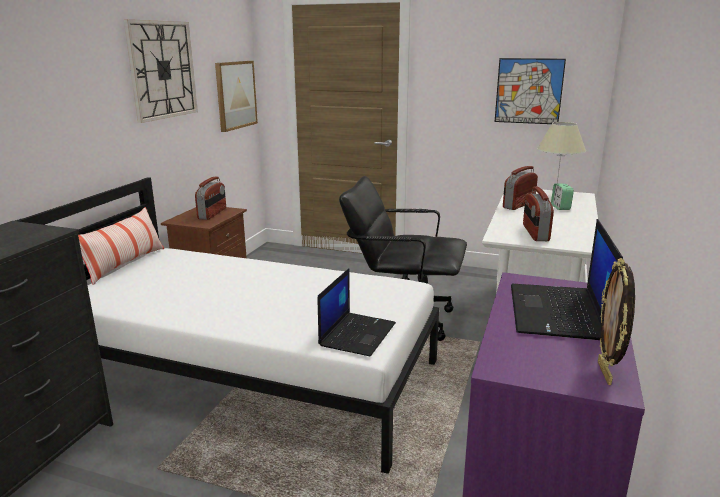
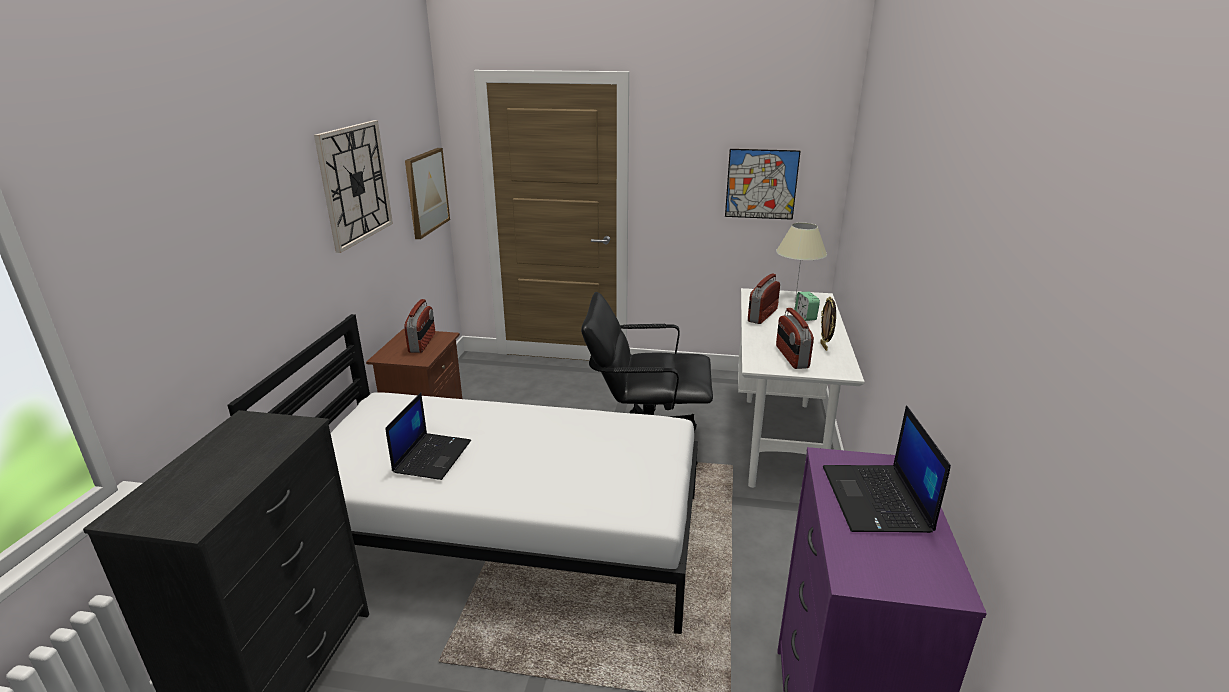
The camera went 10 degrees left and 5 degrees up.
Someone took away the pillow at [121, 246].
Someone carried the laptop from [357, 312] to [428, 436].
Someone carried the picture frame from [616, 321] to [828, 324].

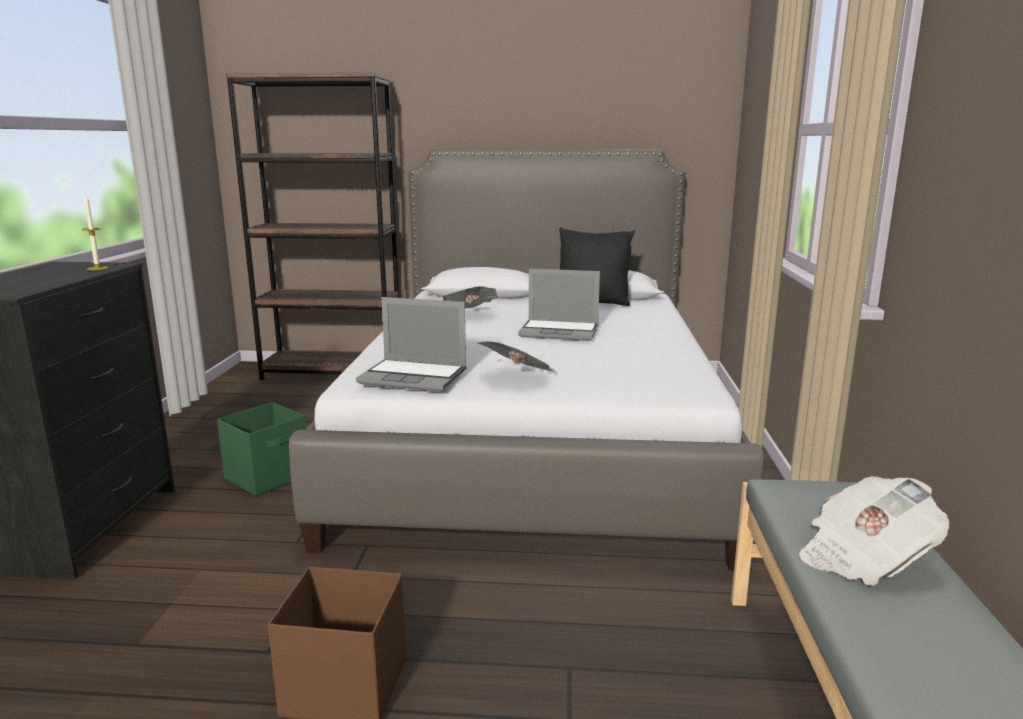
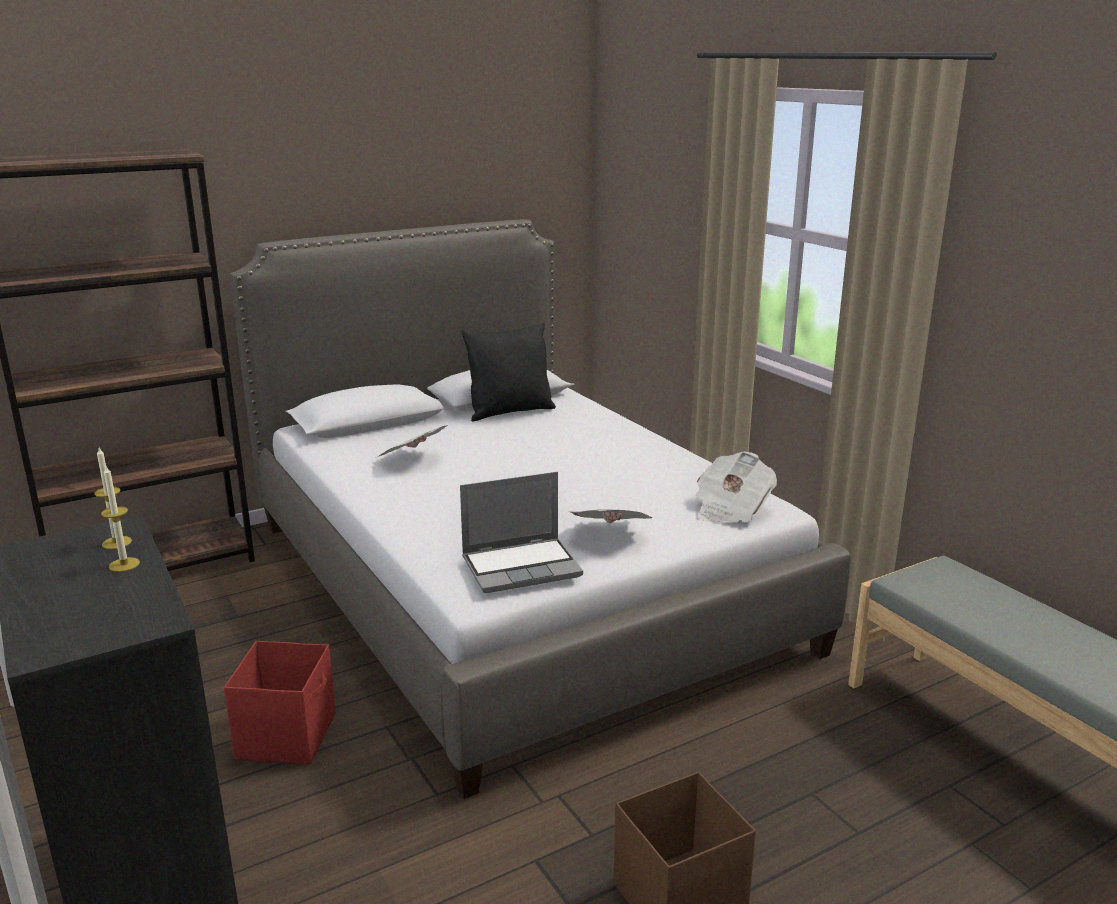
The camera went 35 degrees left and 5 degrees up.
Someone took away the laptop at [559, 305].
Someone put down the candle at [120, 519].
Someone carried the newspaper from [874, 531] to [736, 486].
Someone repainted the green storage box at [261, 449], which became the red storage box at [280, 702].

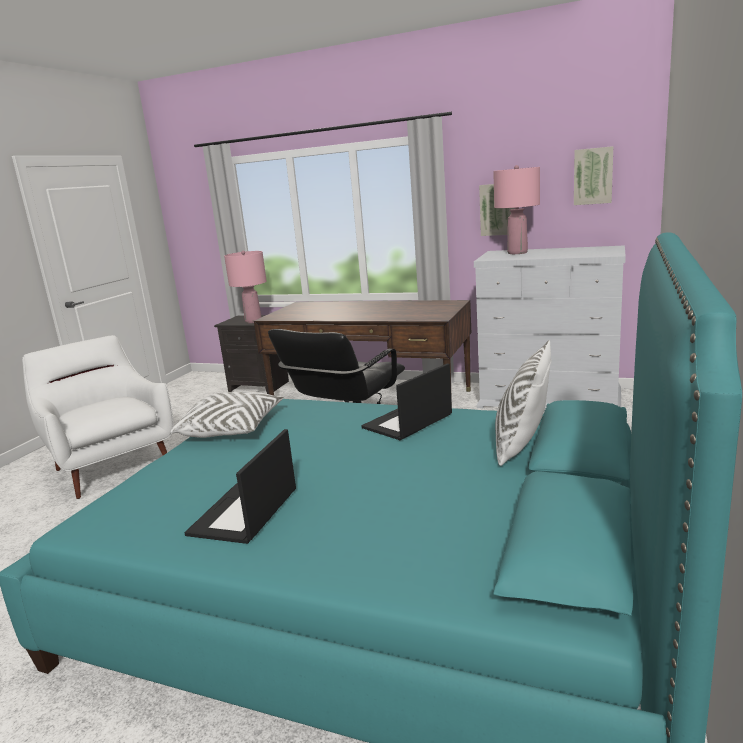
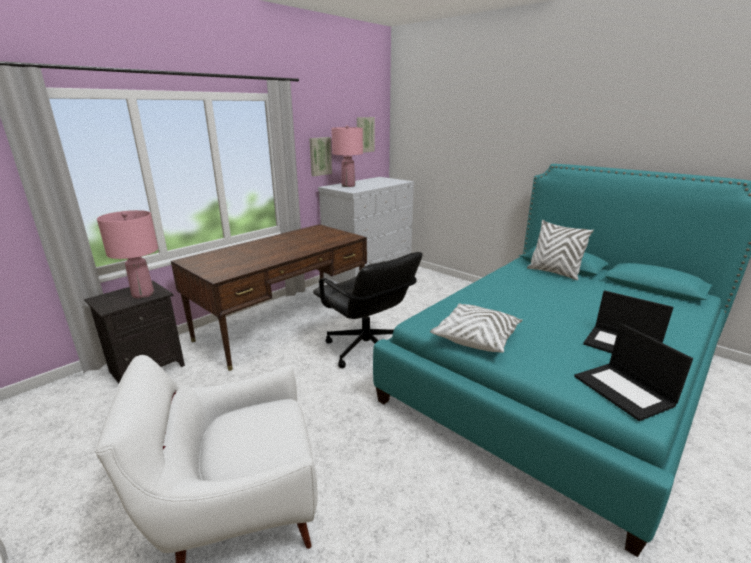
The camera went 70 degrees left and 5 degrees up.
Someone carried the laptop from [406, 402] to [633, 372].

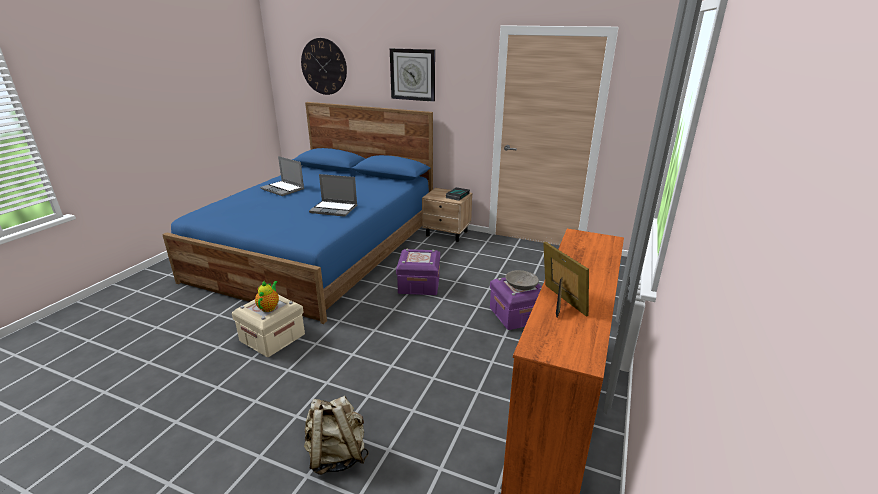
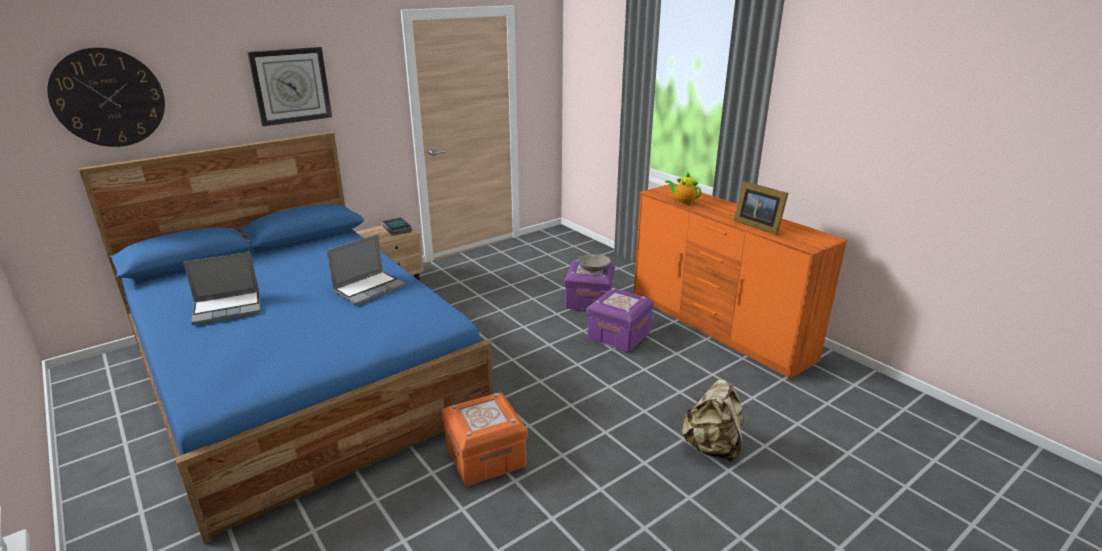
The camera went 60 degrees left and 0 degrees up.
Someone carried the teapot from [267, 296] to [683, 189].
Someone carried the purple storage box from [418, 272] to [620, 320].
Someone repainted the beige storage box at [268, 326], which became the orange storage box at [485, 439].
Someone rotated the picture frame at [566, 280] by 135 degrees counterclockwise.

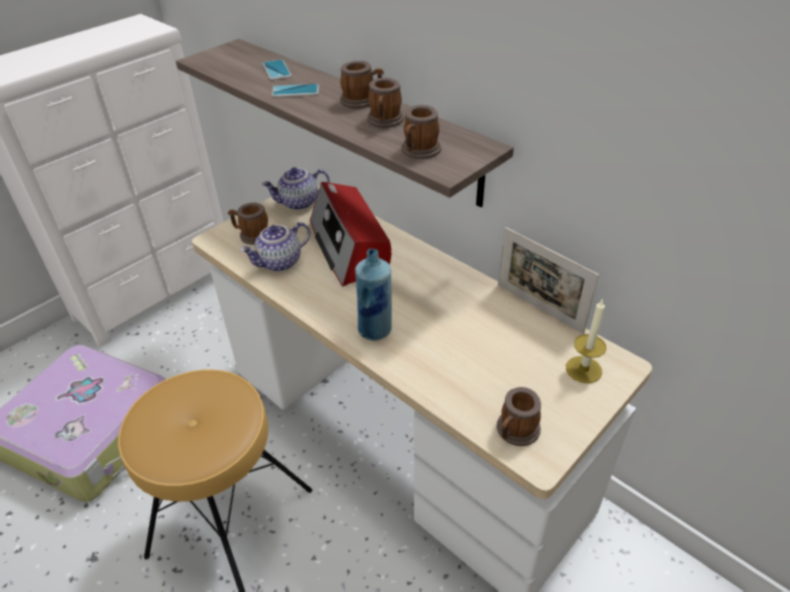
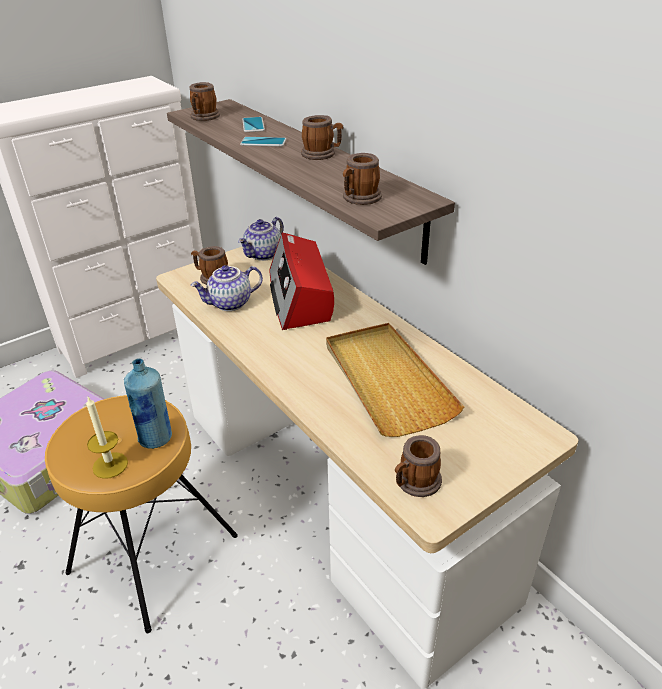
The camera went 10 degrees right and 5 degrees down.
Someone took away the picture frame at [548, 280].
Someone put down the beige tray at [395, 380].
Someone carried the blue bottle from [373, 294] to [148, 403].
Someone carried the mug from [385, 103] to [205, 101].
Someone carried the candle from [586, 340] to [107, 438].
Someone rotated the teapot at [296, 188] by 45 degrees counterclockwise.

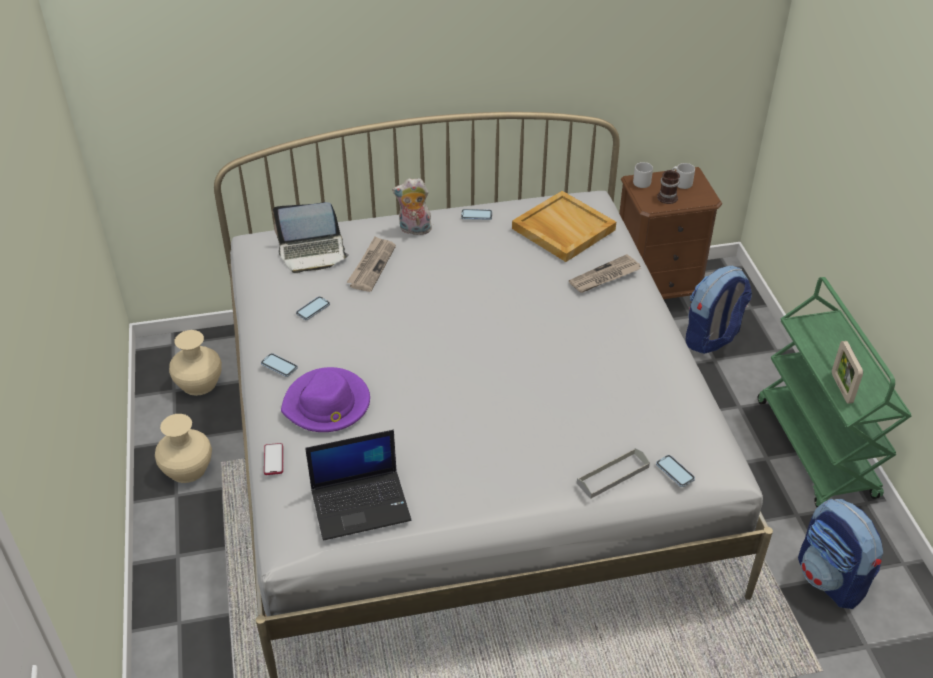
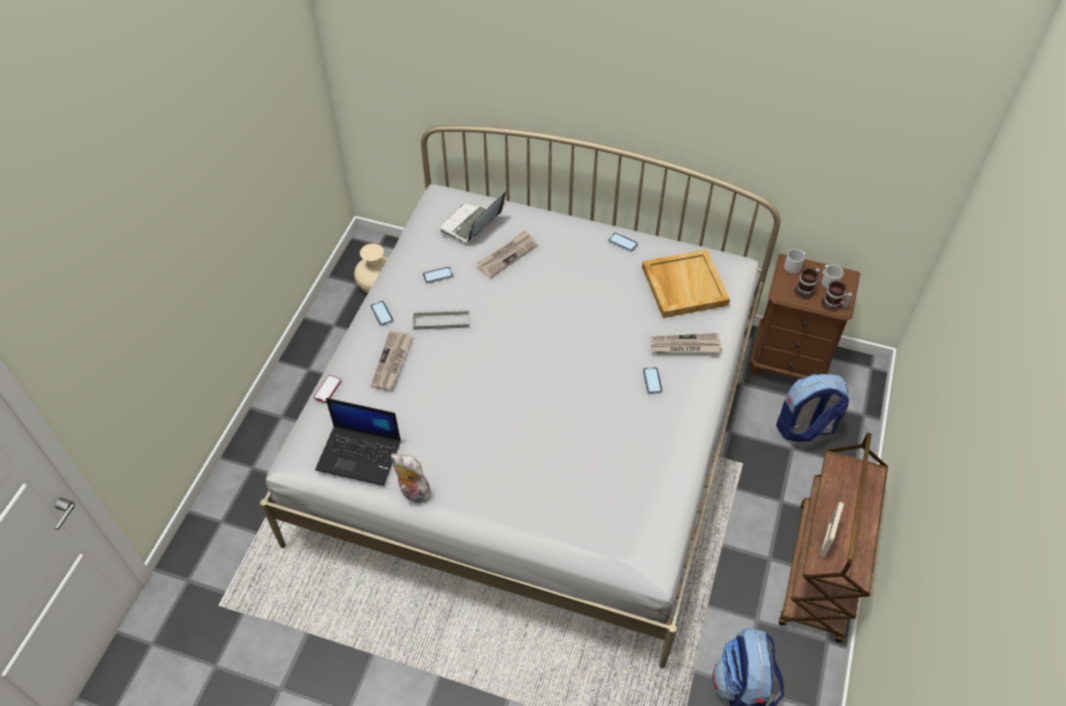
The camera went 30 degrees right and 10 degrees up.
Someone took away the beige vase at [183, 448].
Someone put down the mug at [837, 296].
Someone carried the plush toy from [412, 206] to [411, 479].
Someone carried the grey tray from [613, 473] to [441, 320].
Someone carried the phone from [675, 471] to [653, 380].
Someone swapped the purple hat at [325, 399] for the newspaper at [392, 360].
Someone repainted the green cart at [835, 392], which became the brown cart at [833, 538].
Someone rotated the laptop at [311, 237] by 105 degrees clockwise.

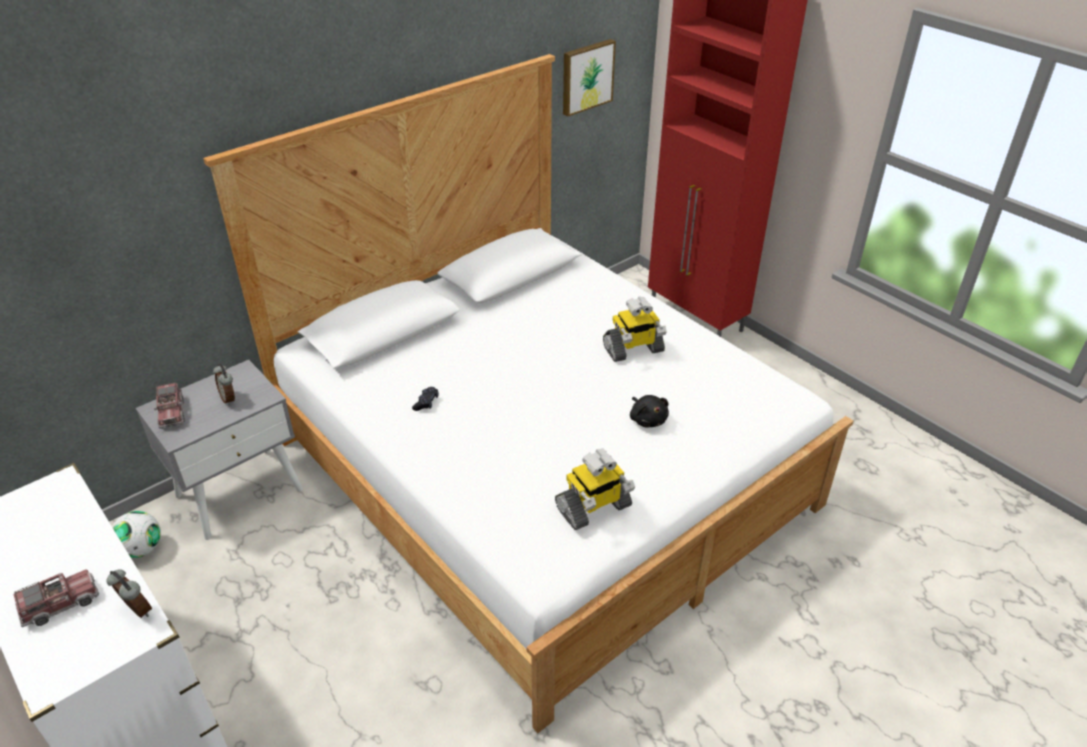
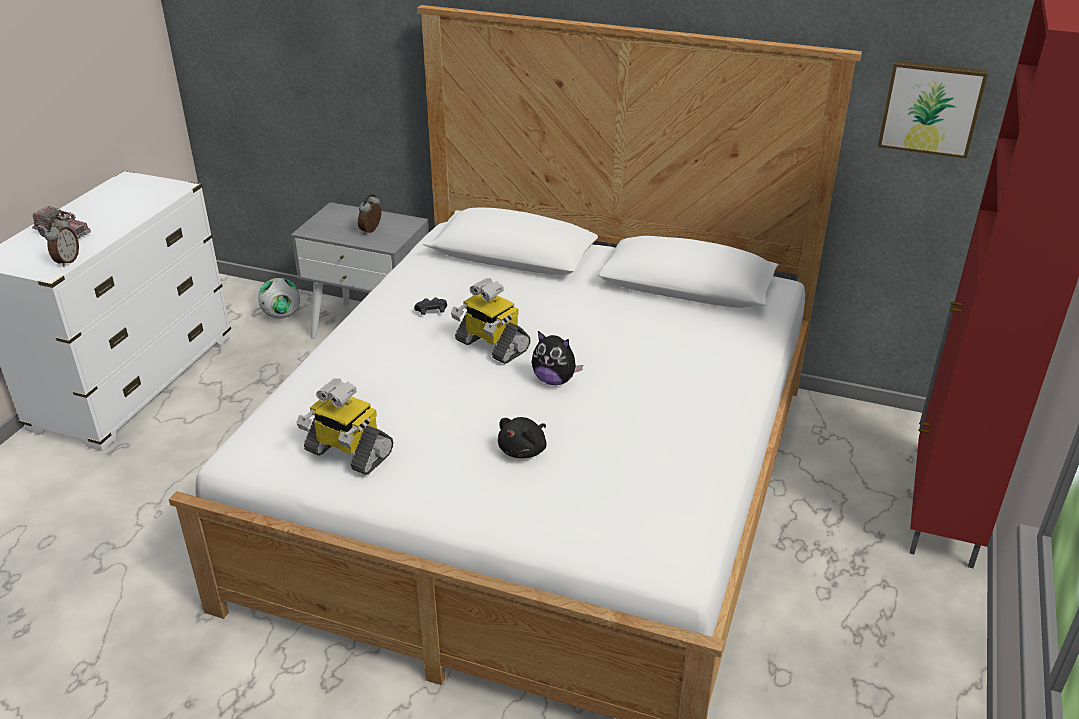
The camera went 60 degrees right and 5 degrees down.
Someone took away the toy truck at [169, 405].
Someone put down the plush toy at [557, 358].
Someone carried the toy robot from [635, 329] to [491, 321].

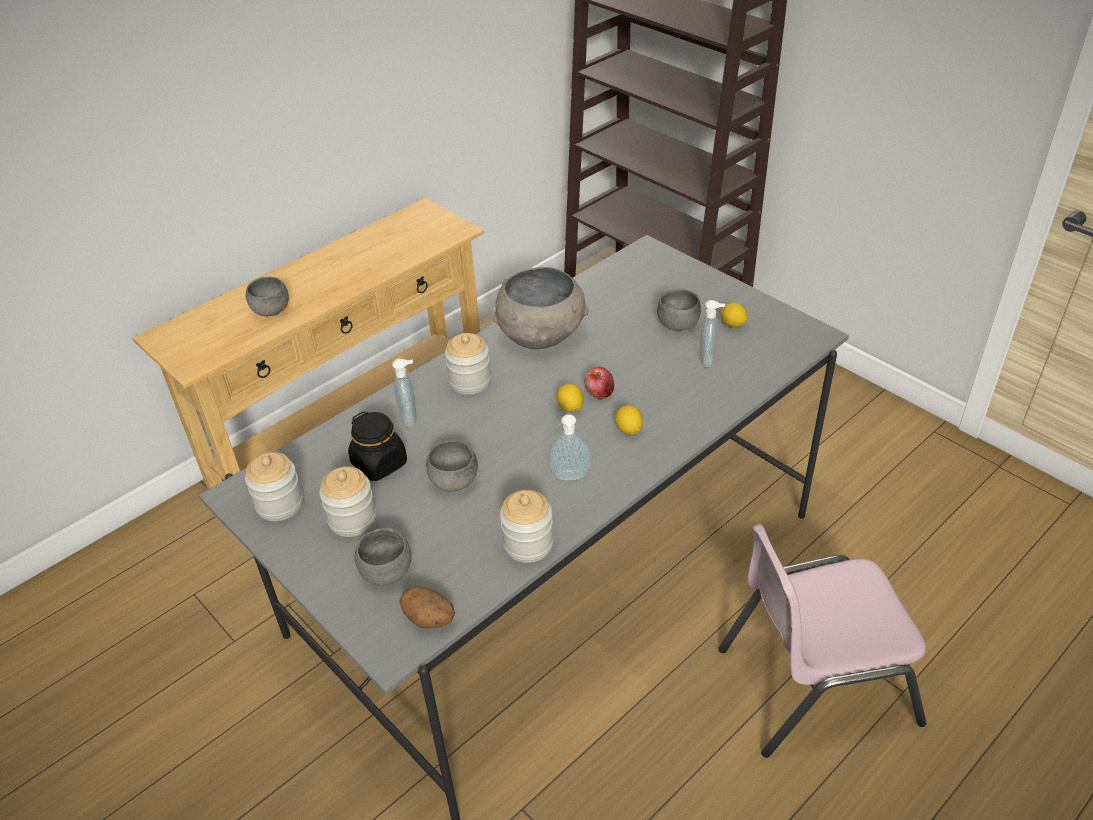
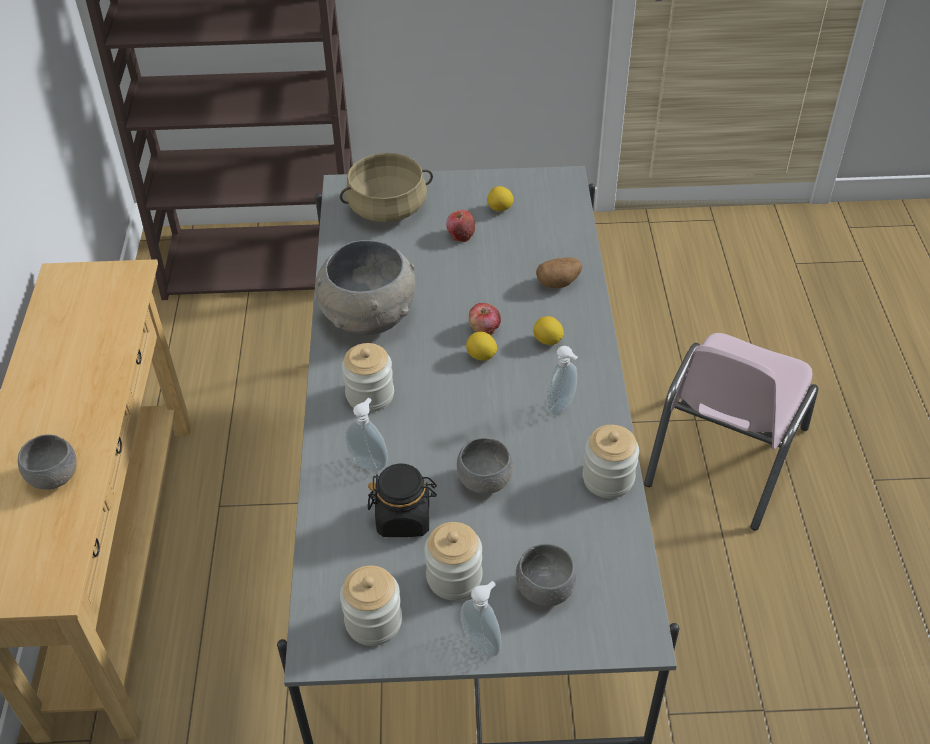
The camera went 50 degrees left and 5 degrees up.
Someone put down the beige cooking pot at [386, 187].
Someone carried the potato from [427, 607] to [559, 272].
Someone carried the soap dispenser from [712, 333] to [481, 619].
Someone swapped the grey bowl at [679, 310] for the apple at [460, 226].

